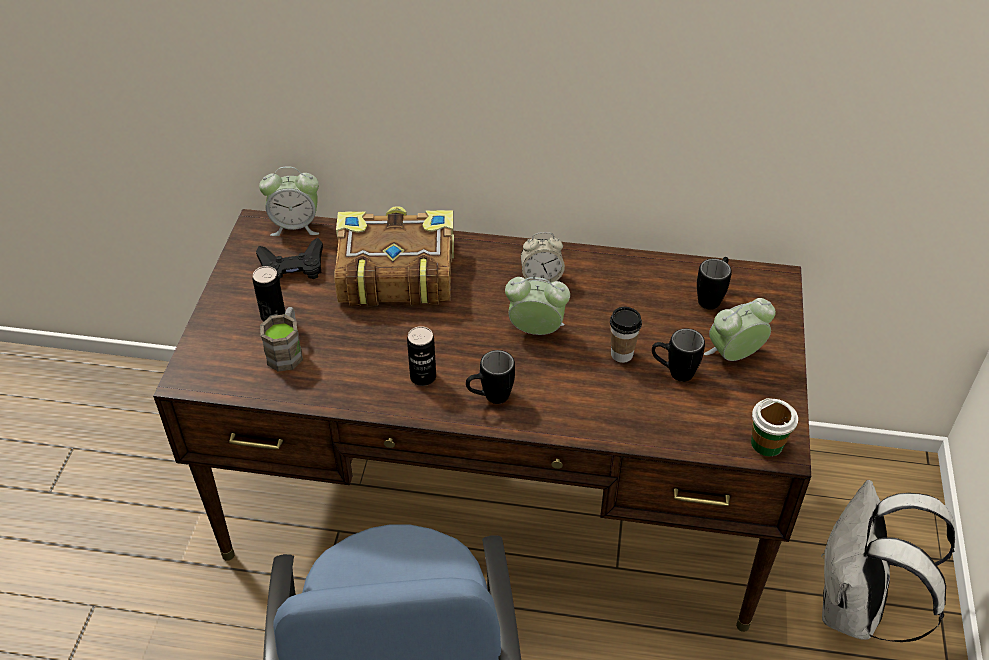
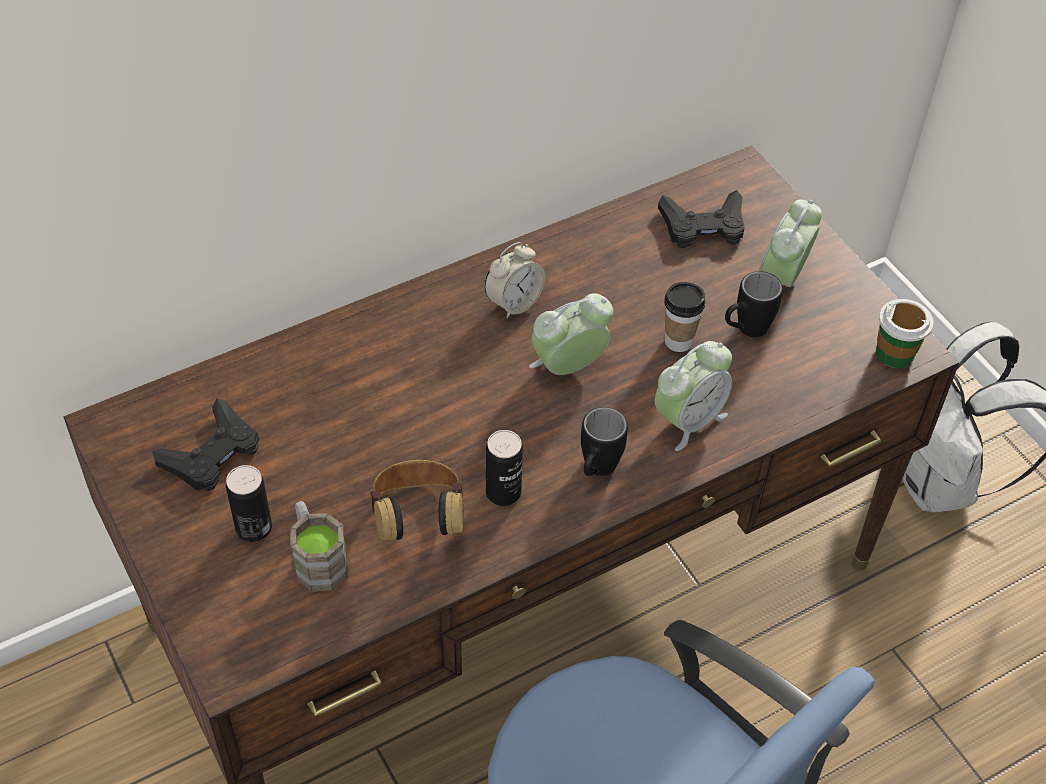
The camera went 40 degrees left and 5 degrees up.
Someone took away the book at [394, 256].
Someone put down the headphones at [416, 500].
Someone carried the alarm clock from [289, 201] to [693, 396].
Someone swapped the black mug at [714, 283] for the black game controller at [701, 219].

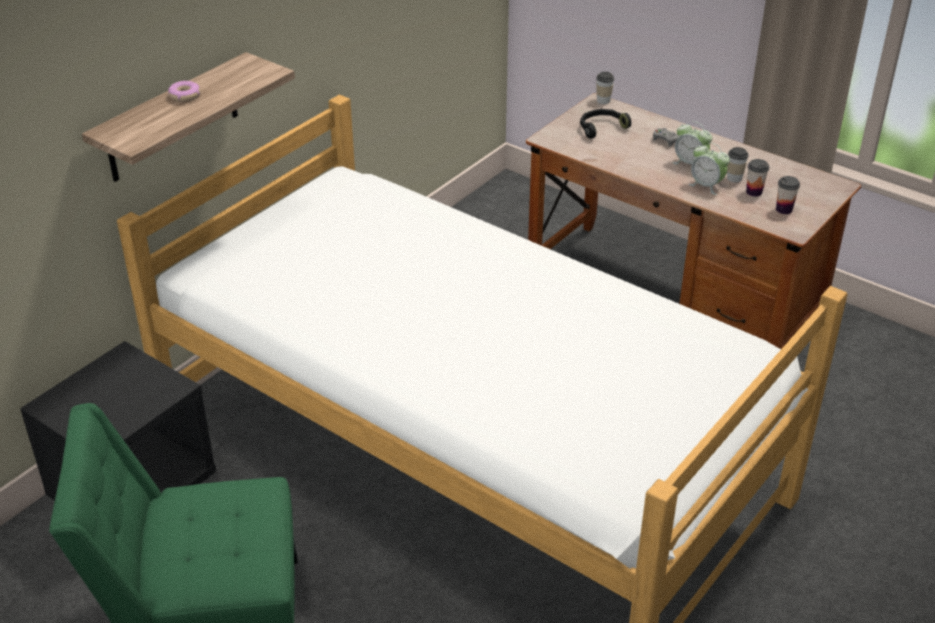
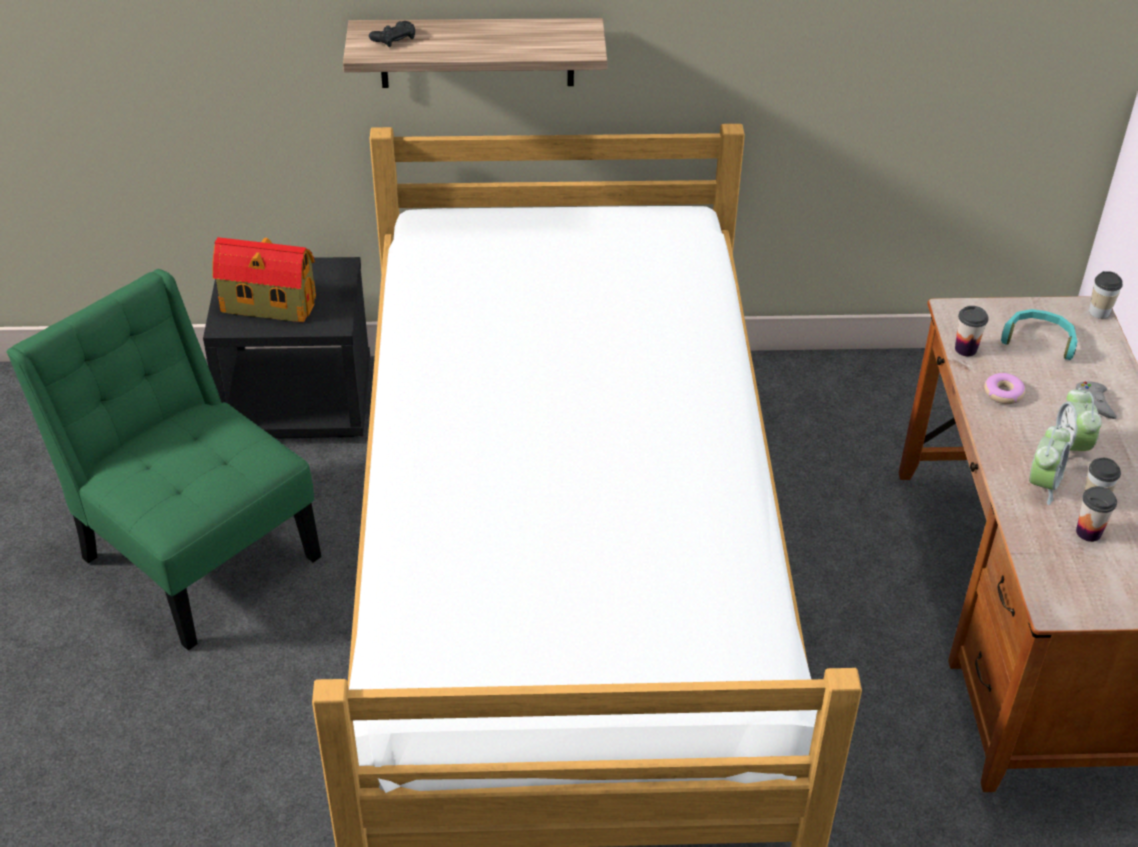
The camera went 50 degrees right and 5 degrees up.
Someone put down the toy house at [264, 279].
Someone put down the black game controller at [392, 34].
Someone carried the donut from [184, 91] to [1004, 388].
Someone carried the cup from [788, 195] to [972, 331].
Someone repainted the black headphones at [605, 124], which became the turquoise headphones at [1039, 334].
Someone rotated the alarm clock at [709, 169] by 150 degrees counterclockwise.

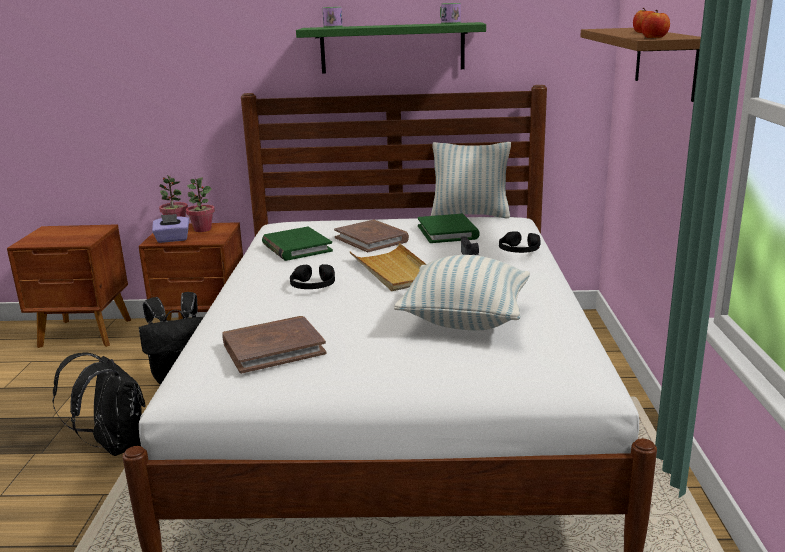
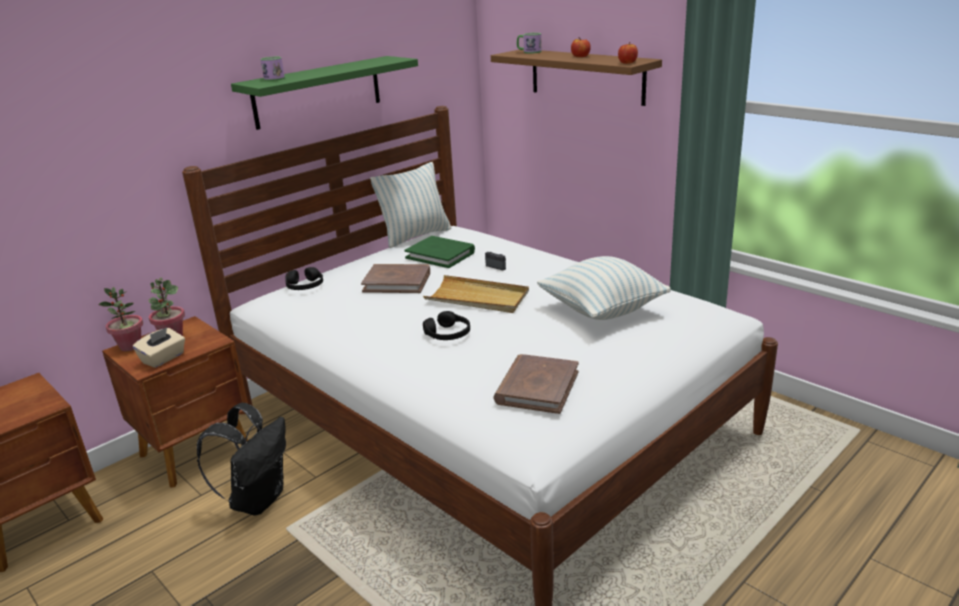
The camera went 45 degrees left and 5 degrees up.
Someone took away the black backpack at [99, 404].
Someone took away the green book at [297, 244].
Someone carried the mug from [450, 13] to [529, 43].
Someone carried the black headphones from [520, 242] to [304, 278].
Someone repainted the purple tissue box at [170, 228], which became the beige tissue box at [159, 347].

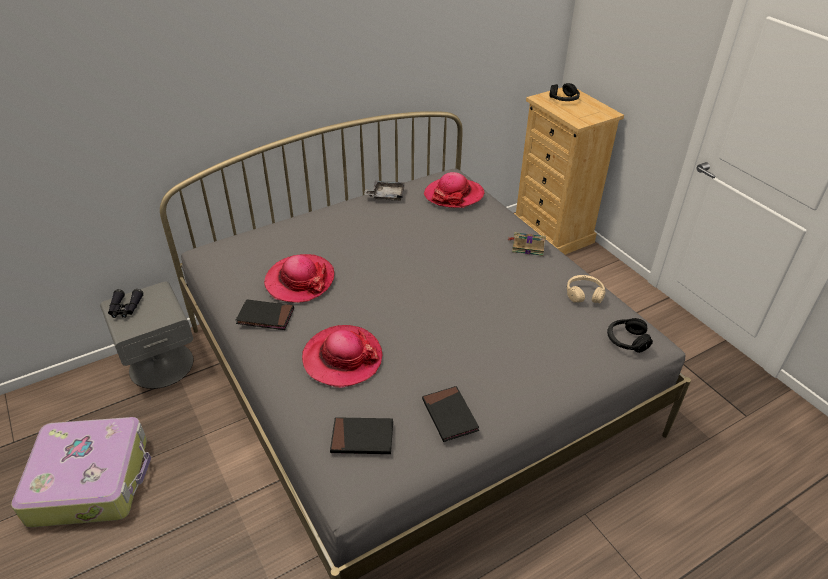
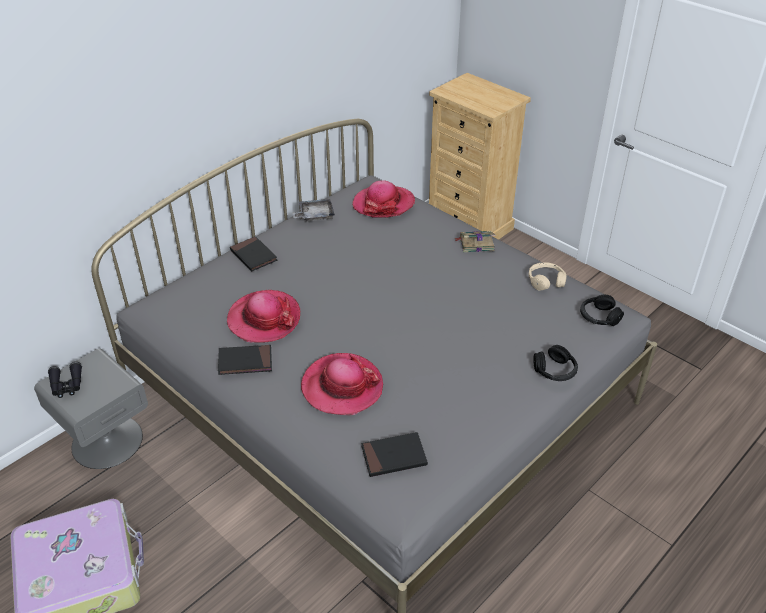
The camera went 15 degrees left and 0 degrees up.
Someone carried the black book from [450, 414] to [253, 254].
Someone carried the black headphones from [565, 92] to [555, 363].

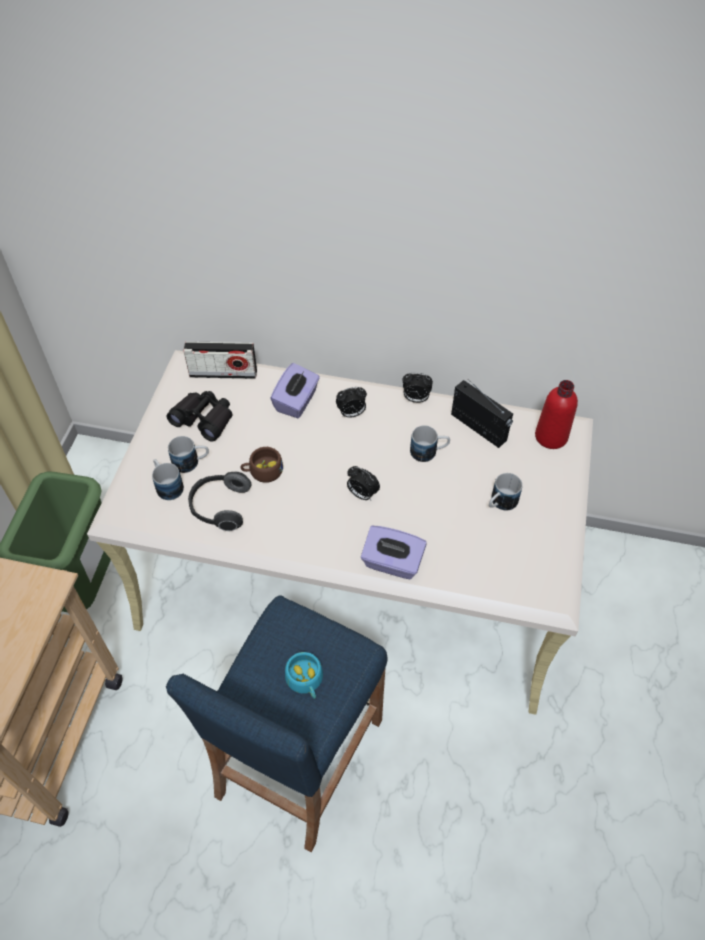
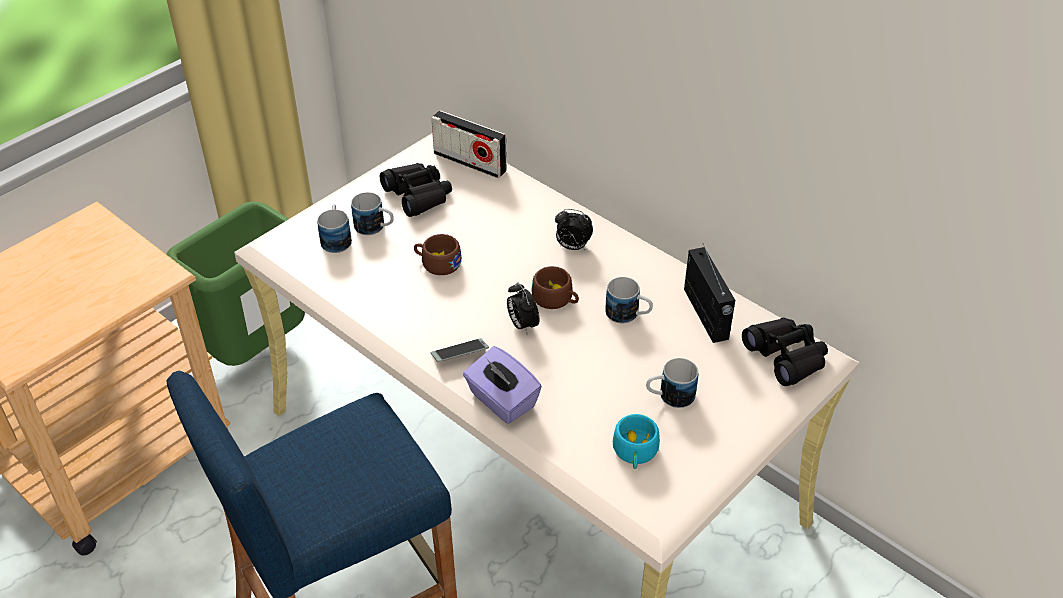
The camera went 30 degrees right and 10 degrees down.
Someone took away the headphones at [220, 501].
Someone took away the purple tissue box at [295, 390].
Someone took away the alarm clock at [417, 388].
Someone put down the phone at [460, 350].
Someone put down the brown cup at [555, 287].
Someone carried the turquoise cup from [304, 675] to [636, 441].
Someone swapped the red bottle at [556, 414] for the black binoculars at [785, 352].

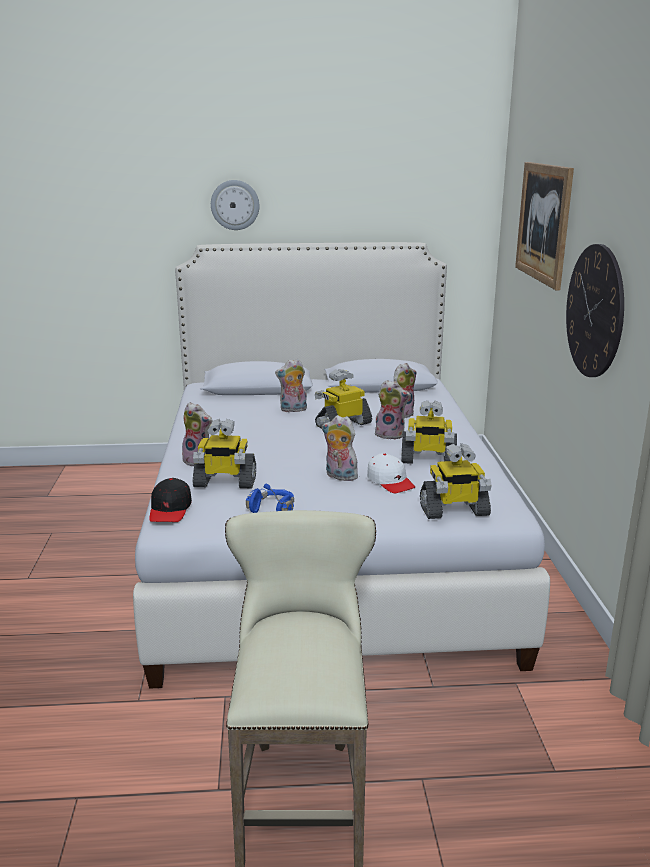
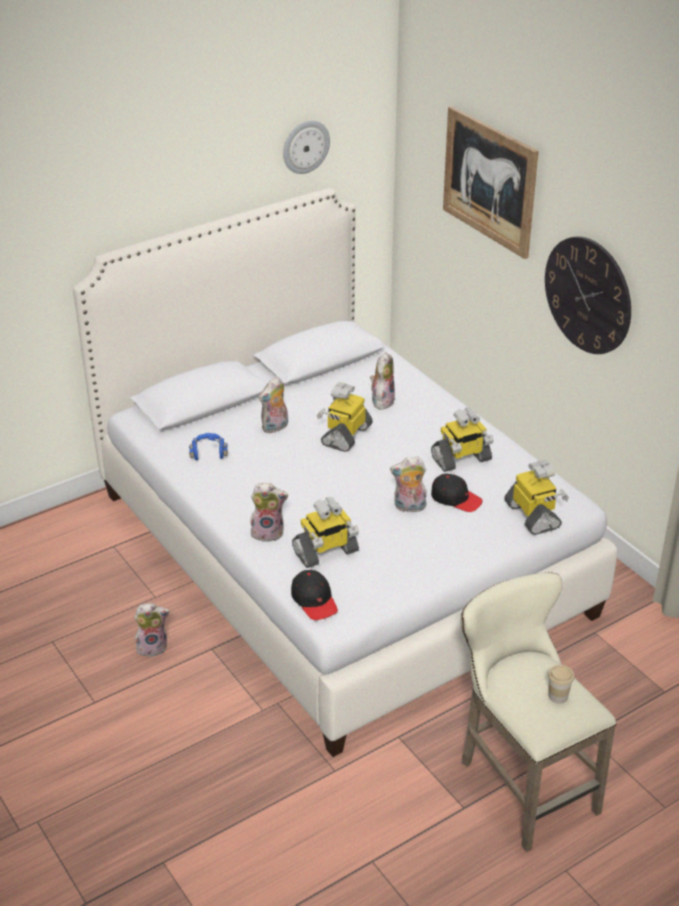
The camera went 30 degrees left and 15 degrees up.
Someone put down the cup at [561, 684].
Someone carried the wall clock from [235, 205] to [306, 147].
Someone carried the blue headphones from [270, 498] to [208, 446].
Someone carried the plush toy from [393, 410] to [152, 630].
Someone repainted the white cap at [391, 473], which became the black cap at [457, 492].
Someone rotated the toy robot at [456, 481] by 75 degrees counterclockwise.

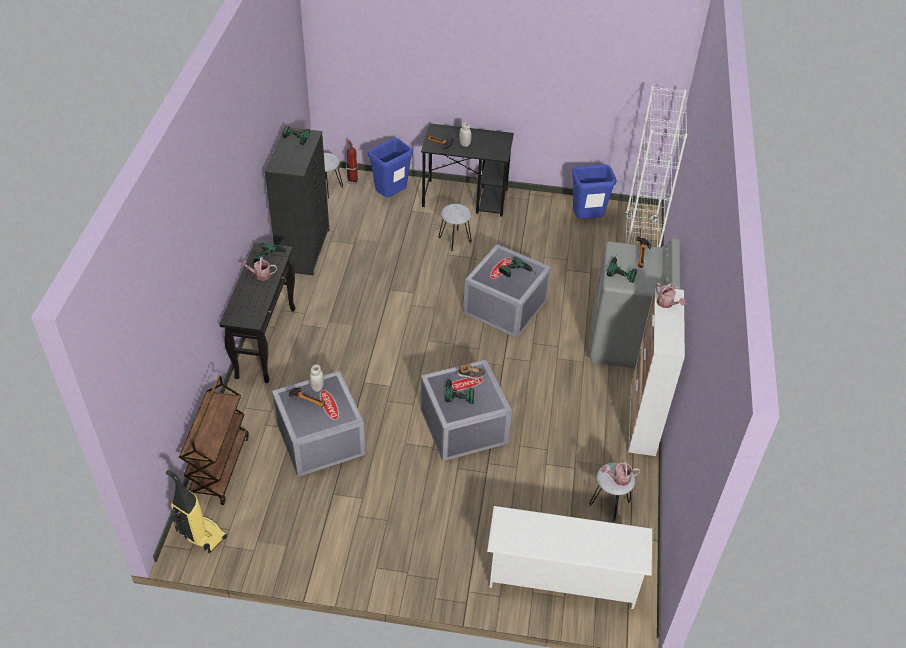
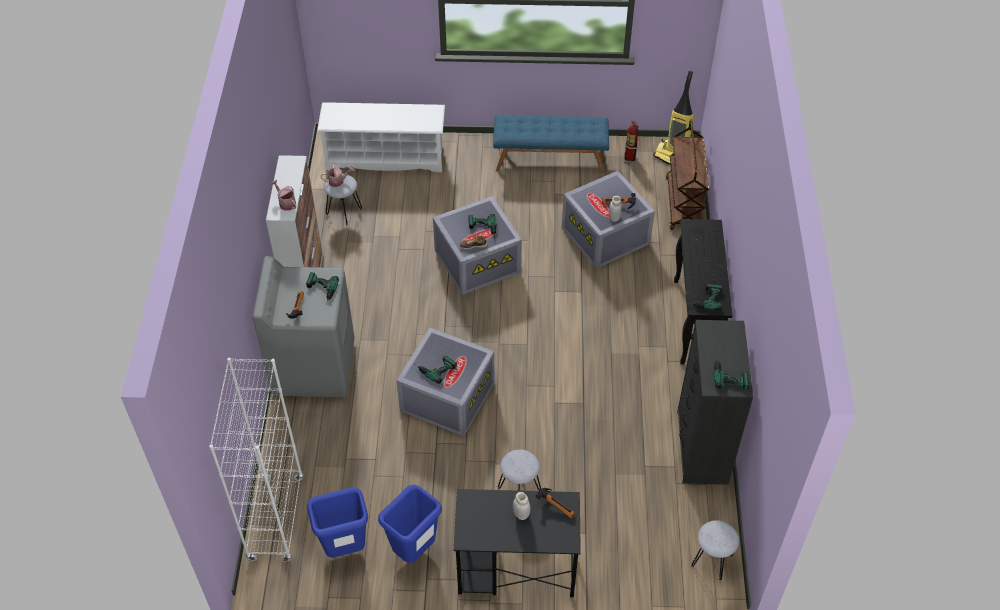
The camera went 175 degrees right and 5 degrees up.
Someone took away the watering can at [258, 269].
Someone put down the blue bench at [551, 144].
Someone carried the fire extinguisher from [352, 162] to [631, 142].
Someone carried the blue trash can from [390, 167] to [410, 524].

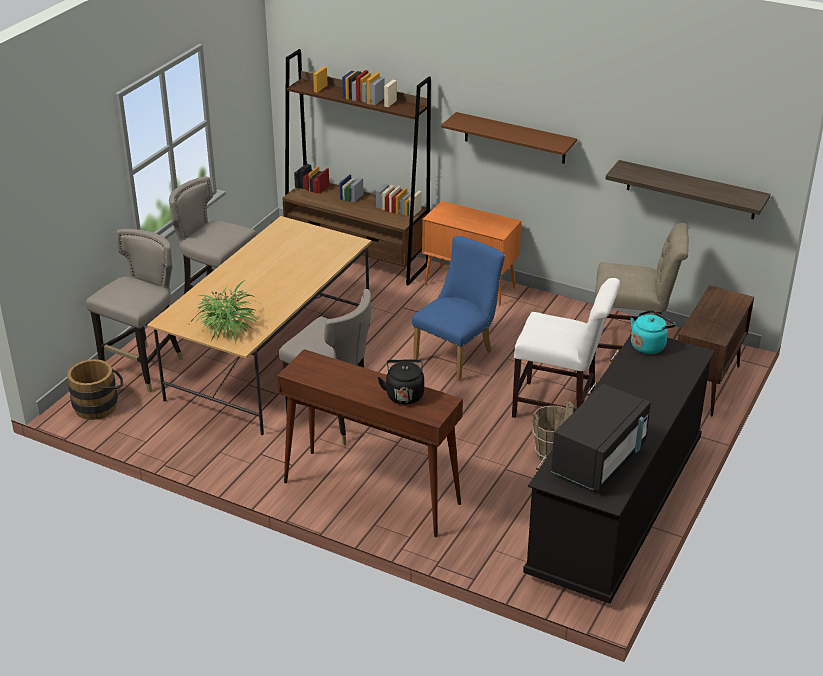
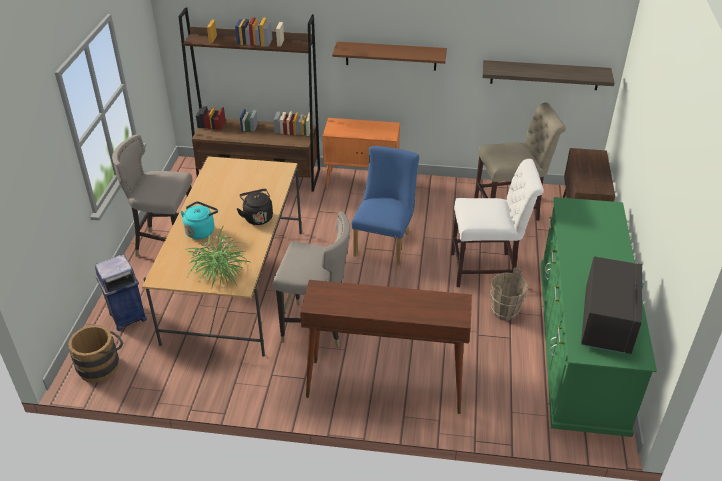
The camera went 20 degrees left and 5 degrees up.
Someone carried the black kettle from [401, 382] to [255, 207].
Someone carried the turquoise kettle from [653, 332] to [199, 220].
Someone swapped the grey stool at [134, 310] for the blue trash can at [121, 292].
Someone repainted the black dresser at [619, 469], which became the green dresser at [599, 317].

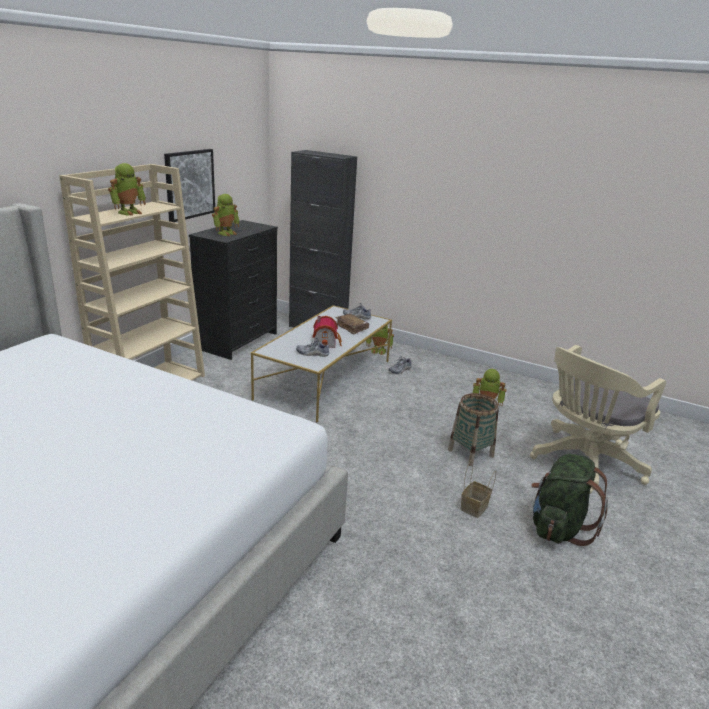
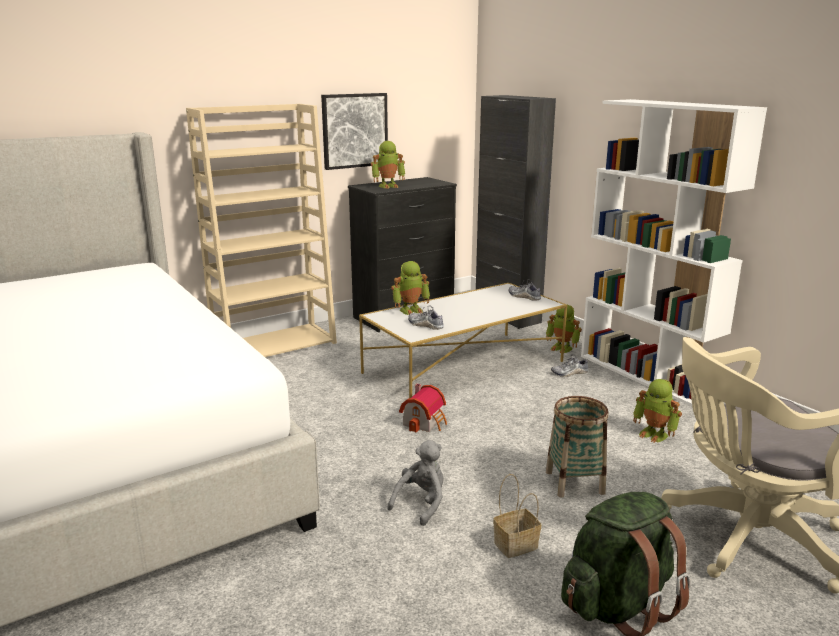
The camera went 30 degrees right and 5 degrees down.
Someone took away the brown book at [352, 324].
Someone put down the grey plush toy at [415, 483].
Someone put down the white bookcase at [674, 252].
Someone carried the toy robot from [127, 189] to [410, 288].
Someone carried the toy house from [327, 332] to [423, 408].

